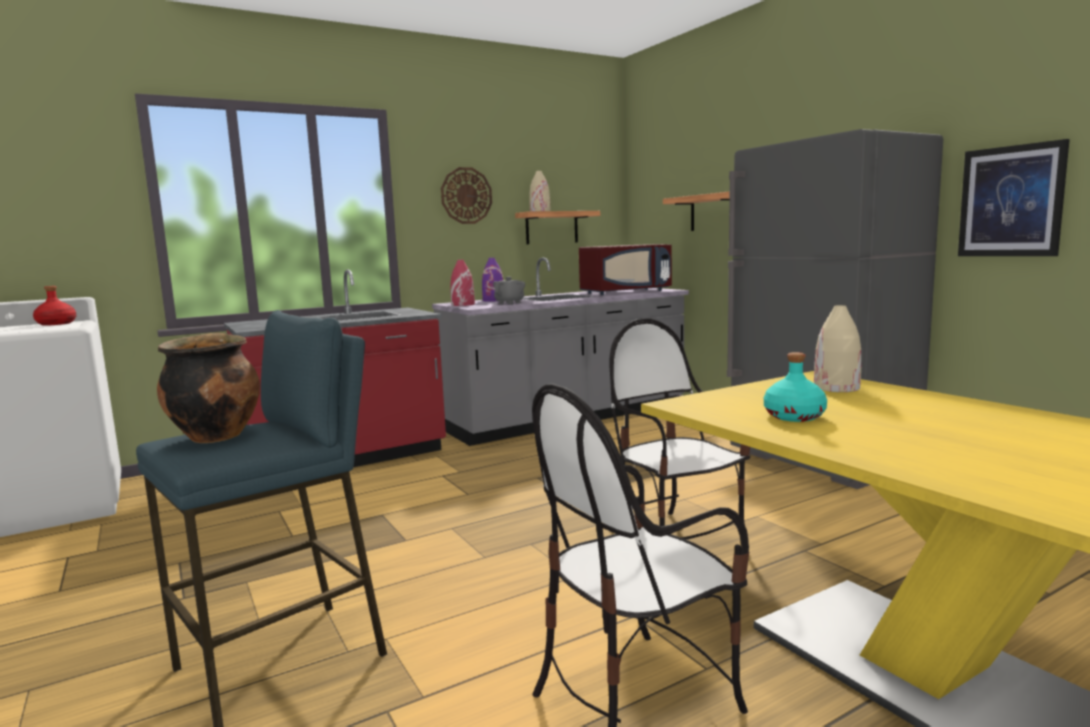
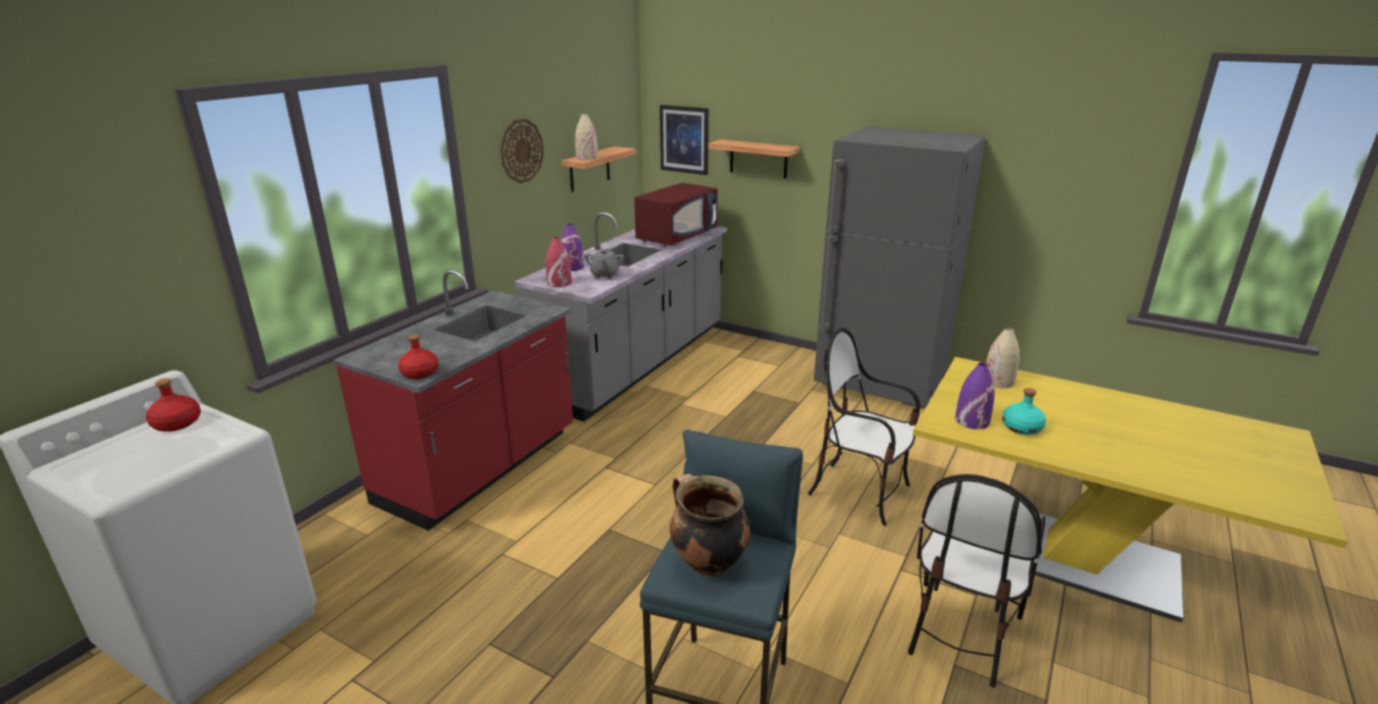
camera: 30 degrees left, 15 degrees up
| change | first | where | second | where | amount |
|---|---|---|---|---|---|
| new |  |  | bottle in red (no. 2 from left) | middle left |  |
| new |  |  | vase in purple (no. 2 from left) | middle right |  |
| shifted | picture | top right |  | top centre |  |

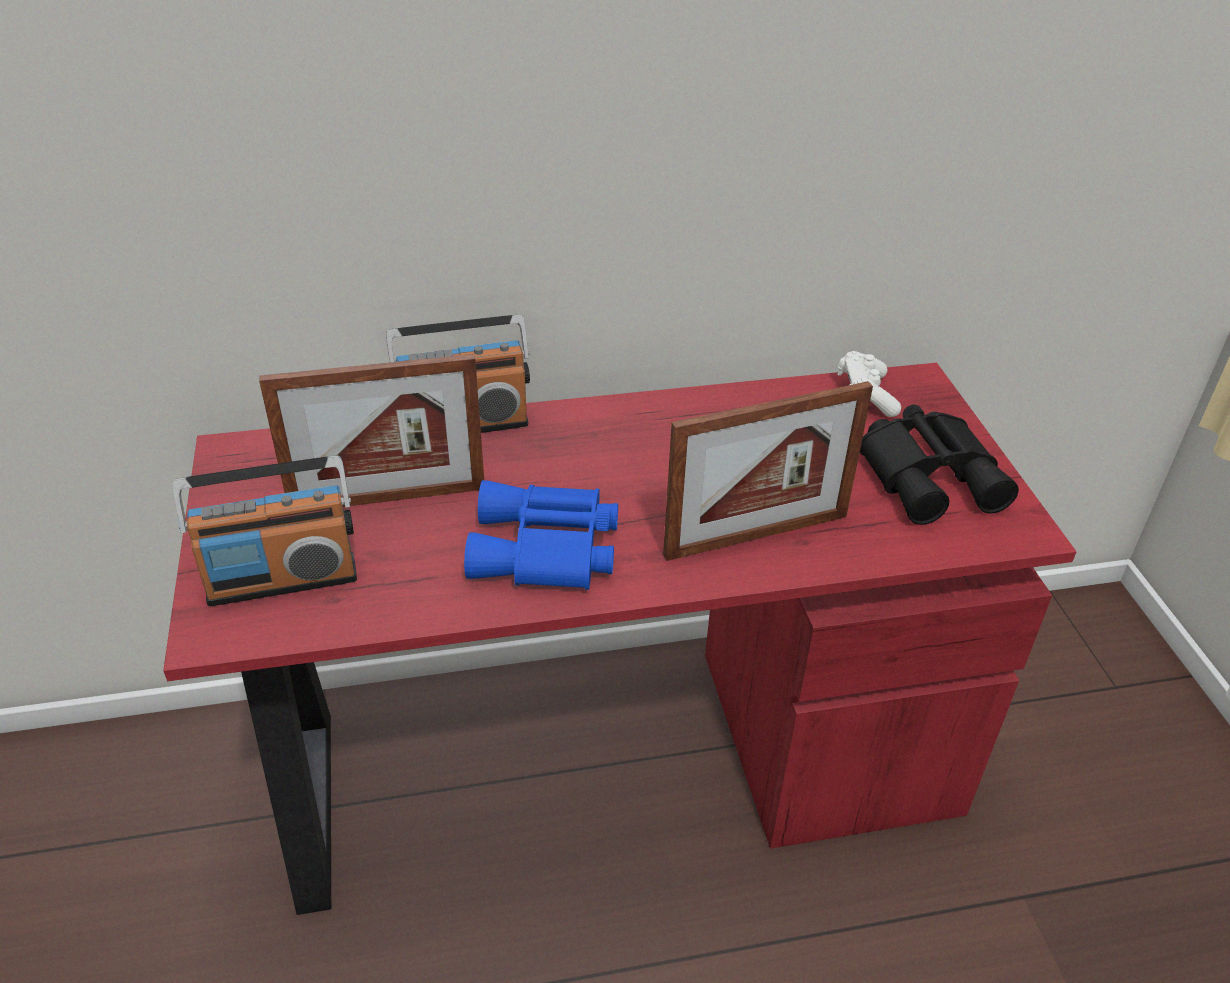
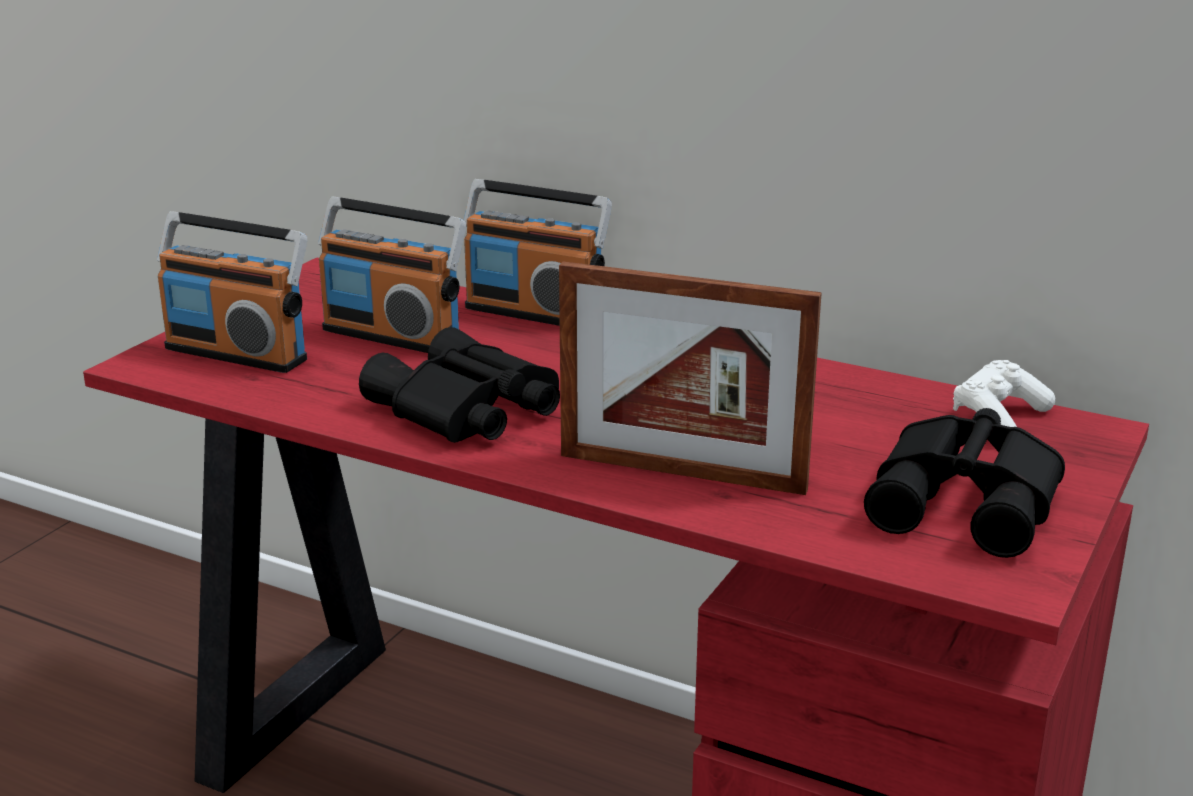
camera: 40 degrees right, 15 degrees down
| change | first | where | second | where | amount |
|---|---|---|---|---|---|
| swapped | picture frame (no. 1 from left) | middle left | radio (no. 2 from left) | middle left |  |
| repainted | binoculars in blue | centre | binoculars in black (no. 1 from left) | centre |  |

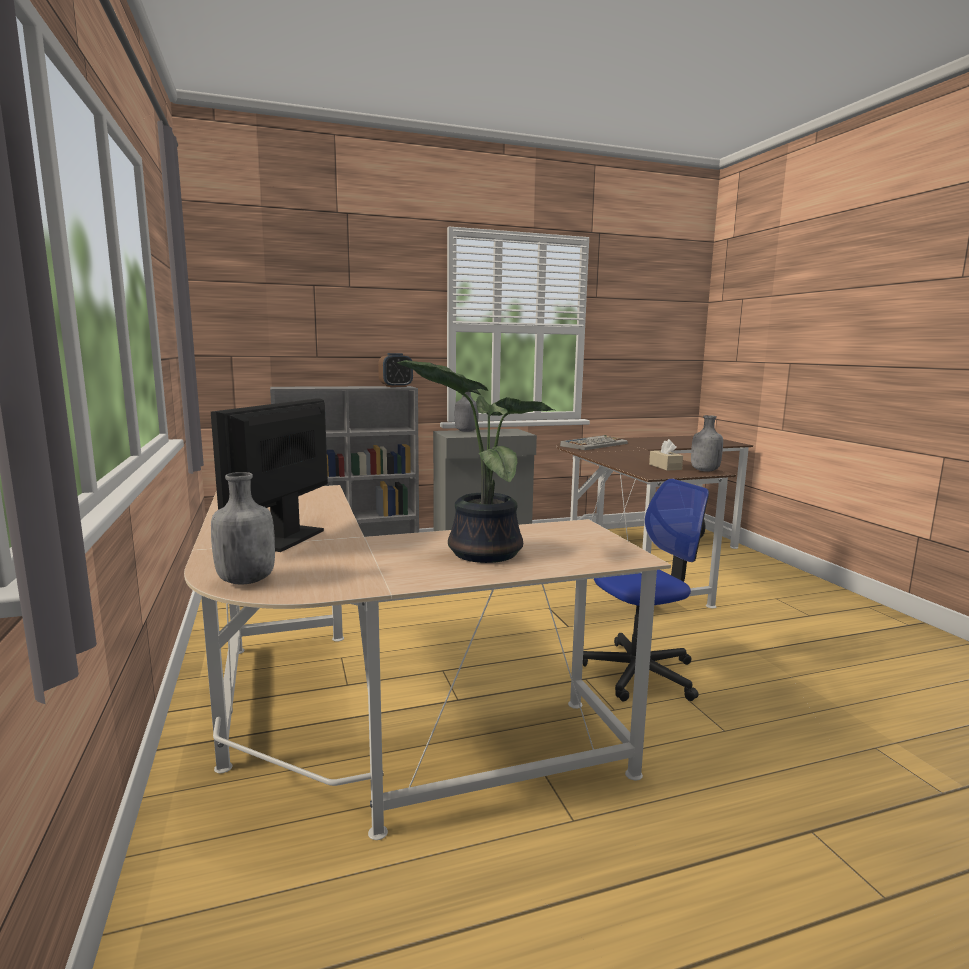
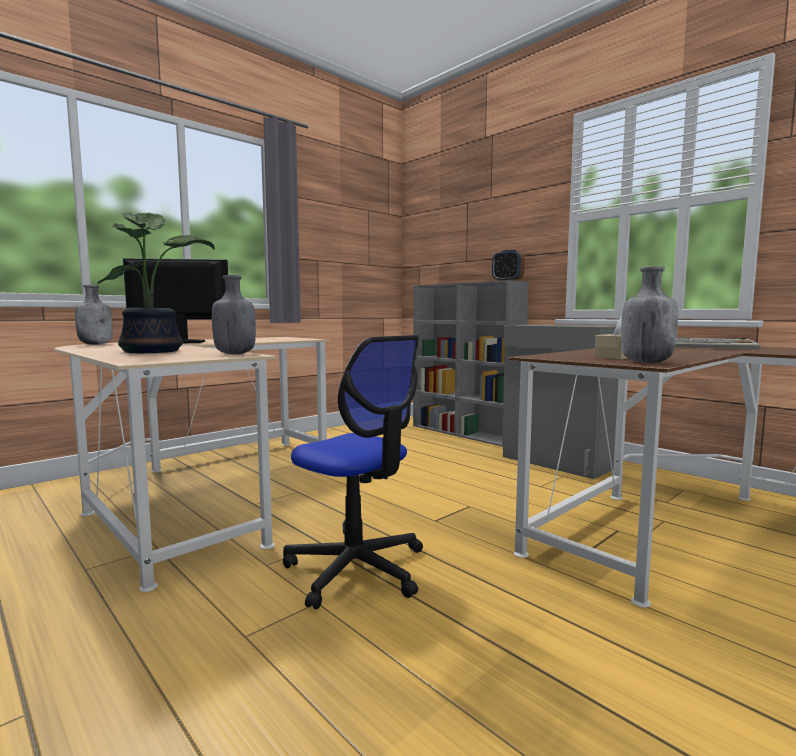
camera: 65 degrees right, 5 degrees down
| change | first | where | second | where | amount |
|---|---|---|---|---|---|
| shifted | bottle in grey (no. 2 from left) | centre |  | middle left |  |

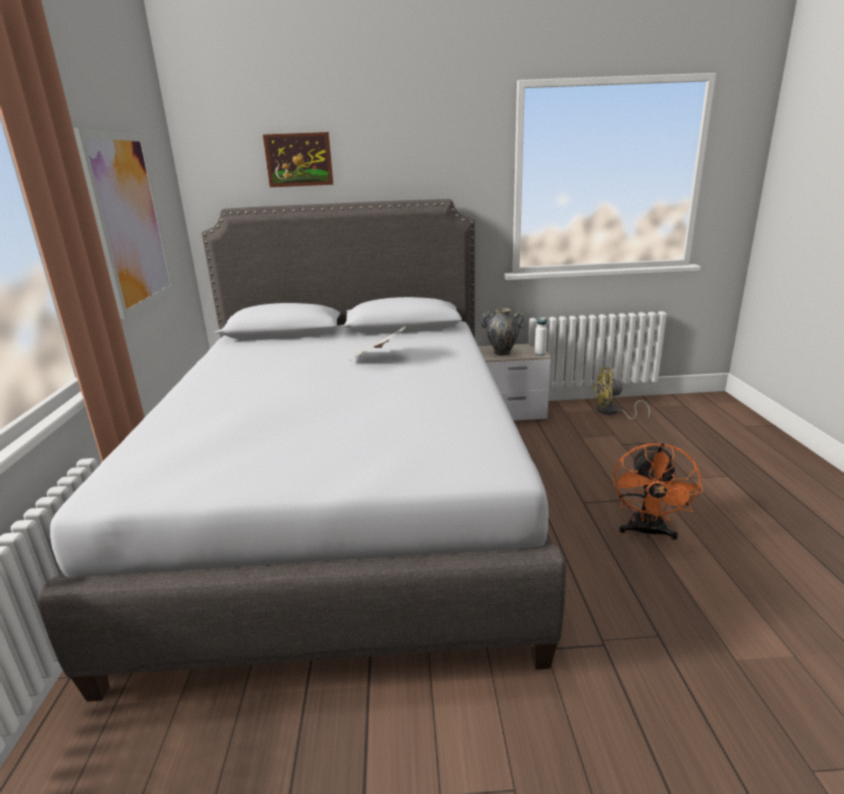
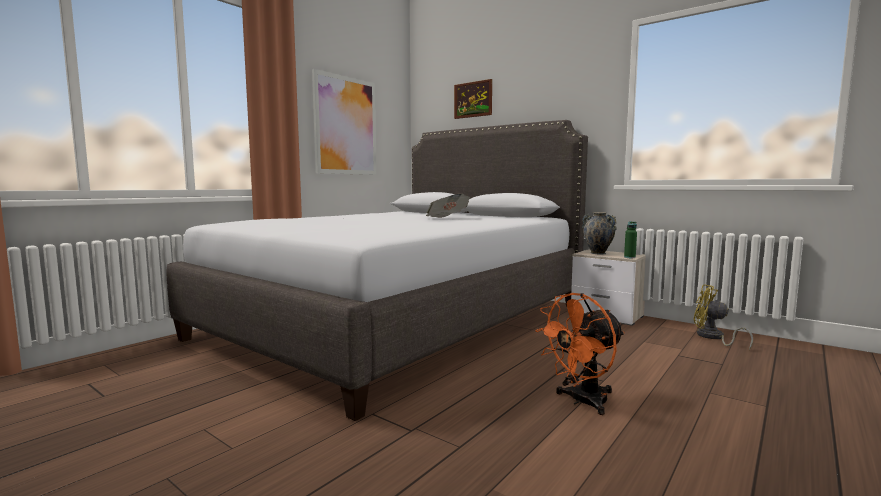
camera: 40 degrees right, 15 degrees down
| change | first | where | second | where | amount |
|---|---|---|---|---|---|
| repainted | bottle in white | centre | bottle in green | middle right |  |

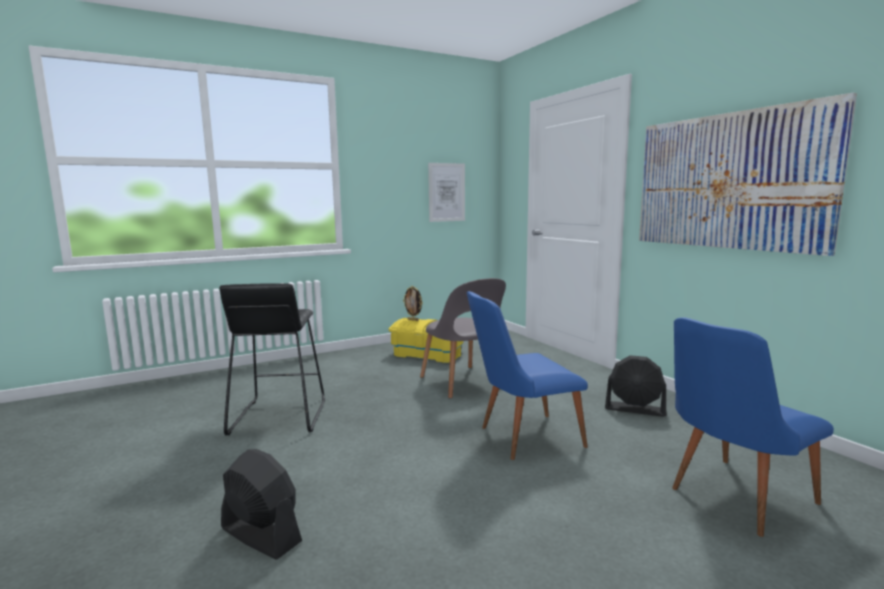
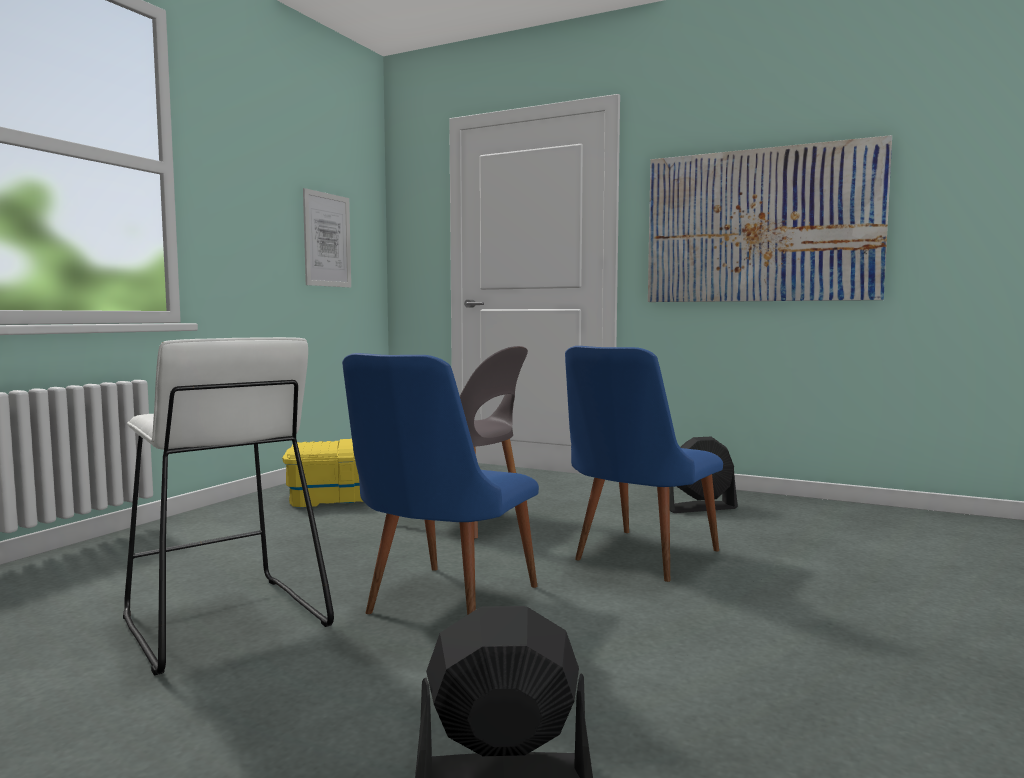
camera: 35 degrees left, 5 degrees down
| change | first | where | second | where | amount |
|---|---|---|---|---|---|
| gone | picture frame | centre |  |  |  |
| shifted | chair in blue (no. 2 from left in the first image) | bottom right | chair in blue (no. 1 from left) | centre |  |
| repainted | stool in black | middle left | stool in white | middle left |  |

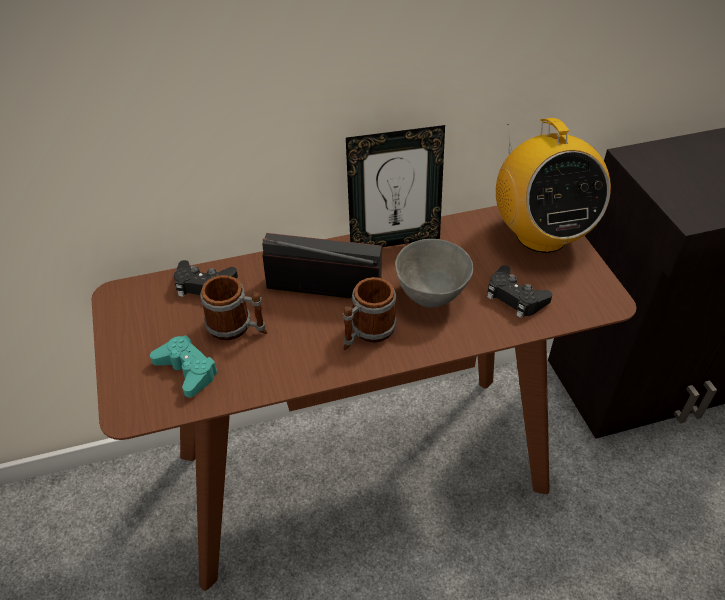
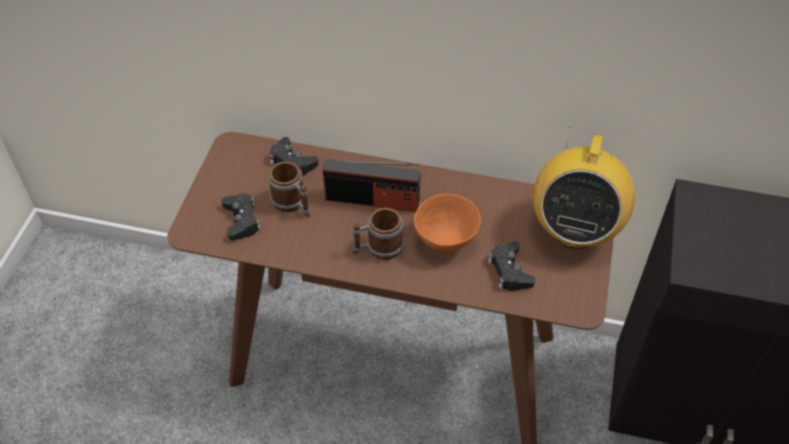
camera: 30 degrees right, 5 degrees up
| change | first | where | second | where | amount |
|---|---|---|---|---|---|
| gone | picture frame | top centre |  |  |  |
| repainted | game controller in turquoise | middle left | game controller in black (no. 1 from left) | middle left |  |
| repainted | bowl in grey | centre | bowl in orange | centre |  |
| rotated | radio (no. 1 from left) | centre |  | centre | 150 degrees clockwise |

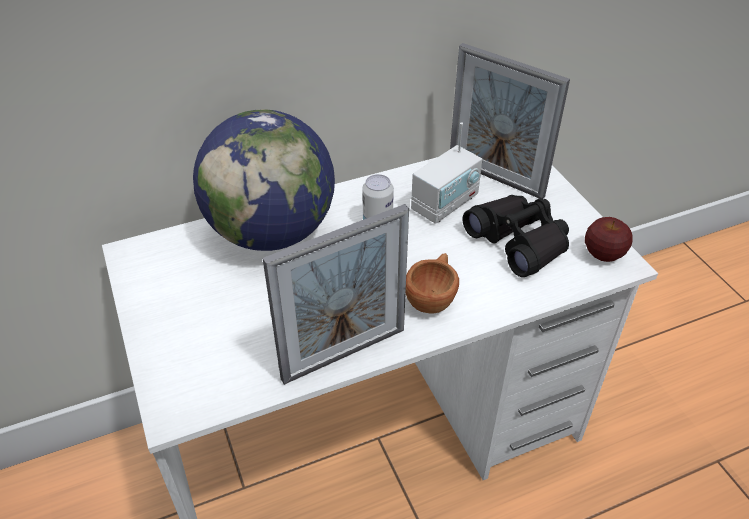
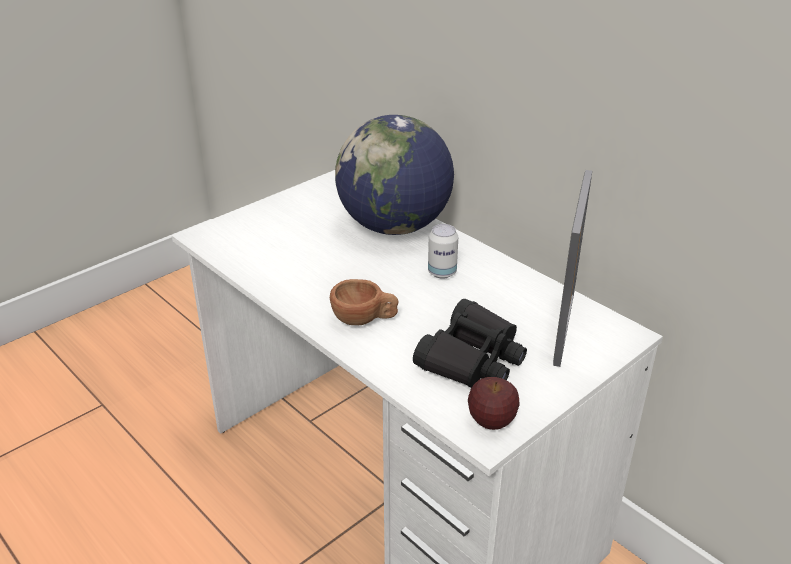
camera: 70 degrees right, 10 degrees down
| change | first | where | second | where | amount |
|---|---|---|---|---|---|
| gone | picture frame (no. 1 from left) | centre |  |  |  |
| gone | radio | centre |  |  |  |

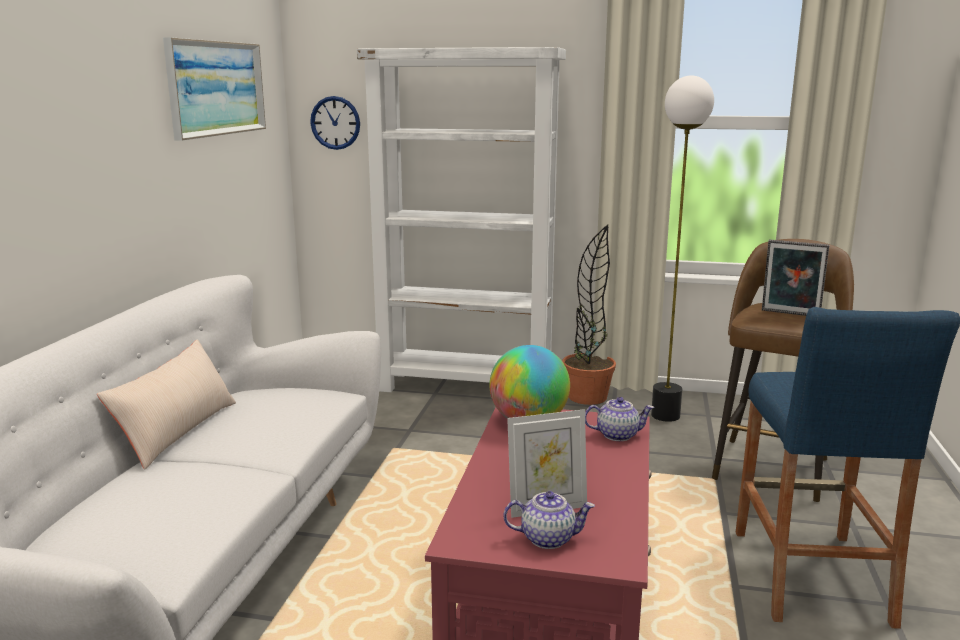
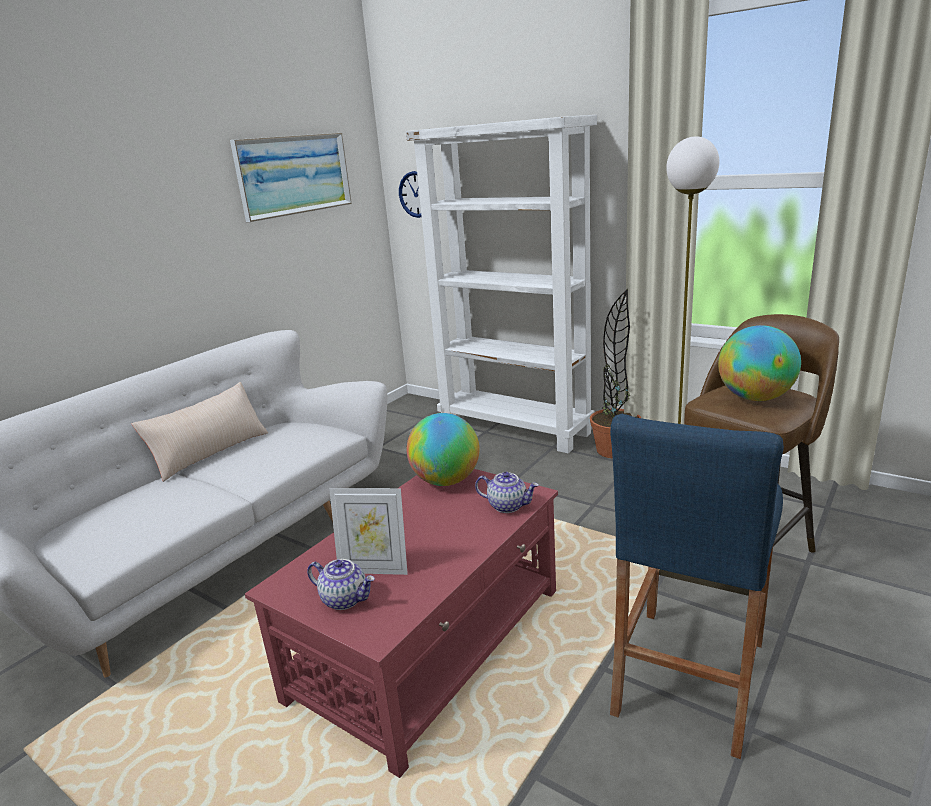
camera: 25 degrees right, 5 degrees up
| change | first | where | second | where | amount |
|---|---|---|---|---|---|
| swapped | picture frame (no. 2 from left) | middle right | globe (no. 2 from left) | middle right |  |

